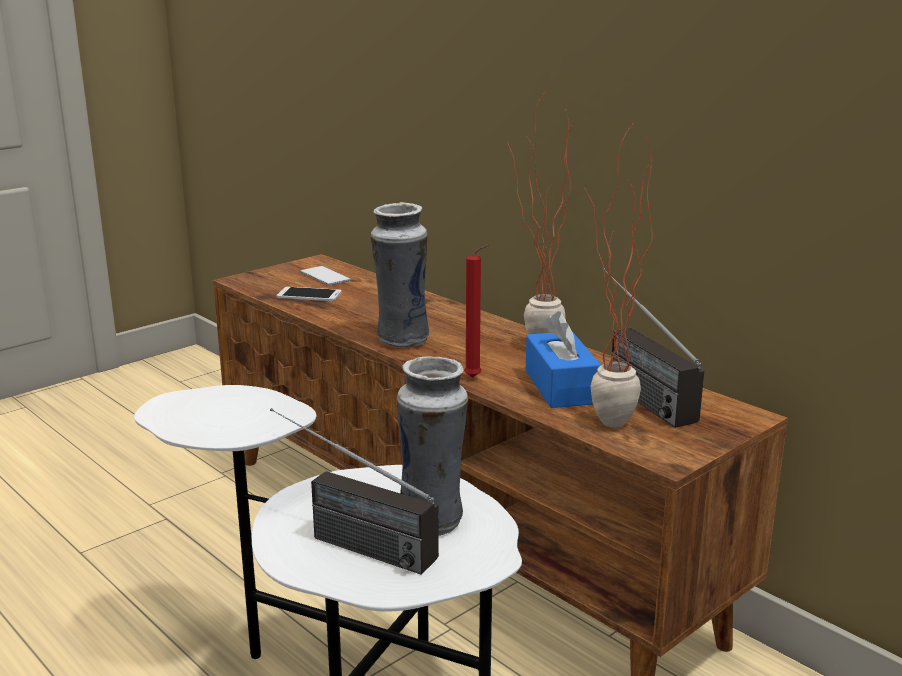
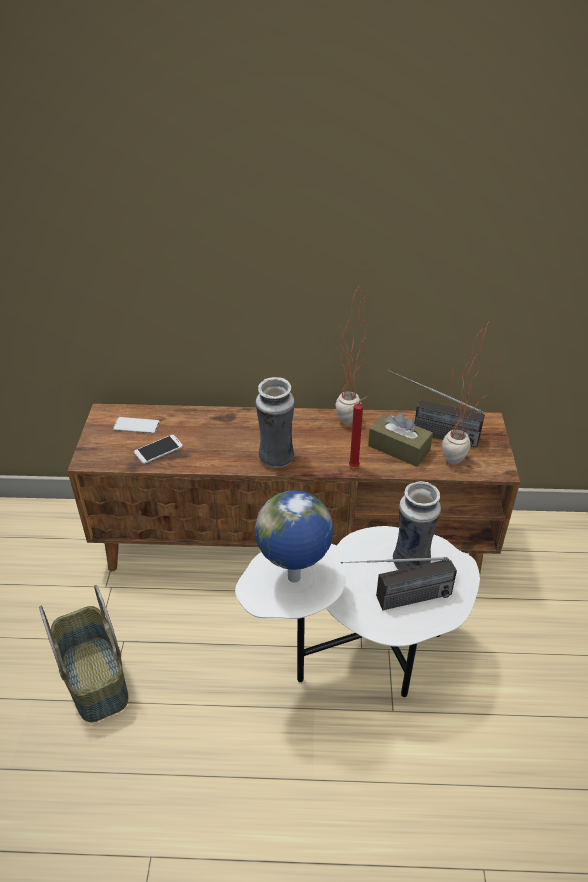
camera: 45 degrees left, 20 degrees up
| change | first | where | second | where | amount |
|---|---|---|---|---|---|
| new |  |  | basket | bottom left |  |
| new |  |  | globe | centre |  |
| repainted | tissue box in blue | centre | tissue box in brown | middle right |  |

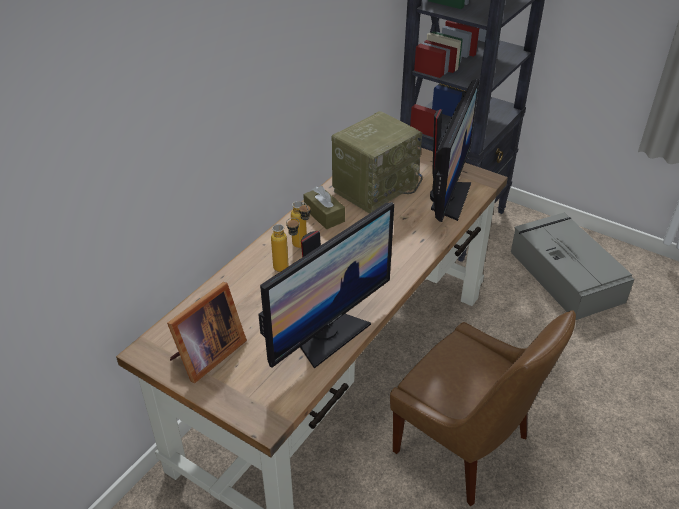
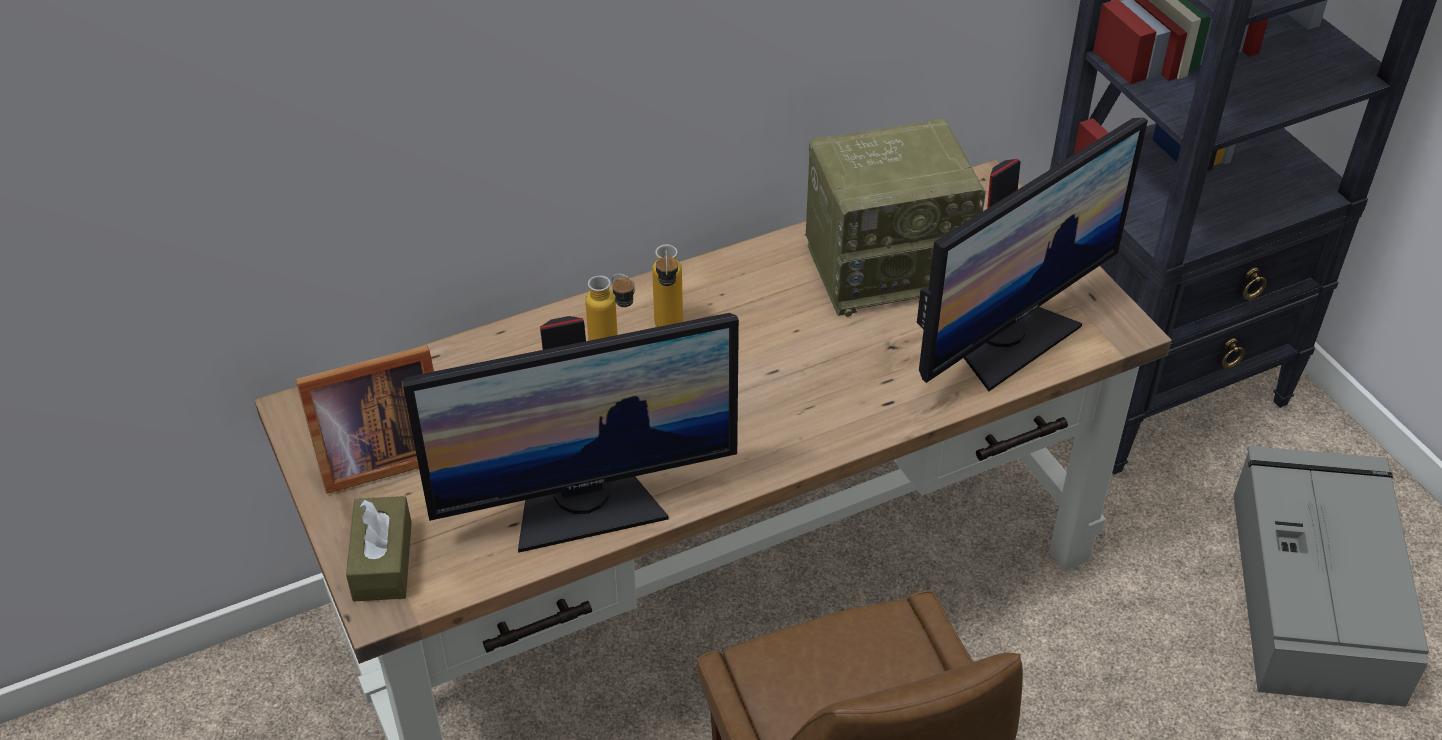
camera: 30 degrees right, 5 degrees up
| change | first | where | second | where | amount |
|---|---|---|---|---|---|
| shifted | tissue box in brown | centre |  | bottom left |  |

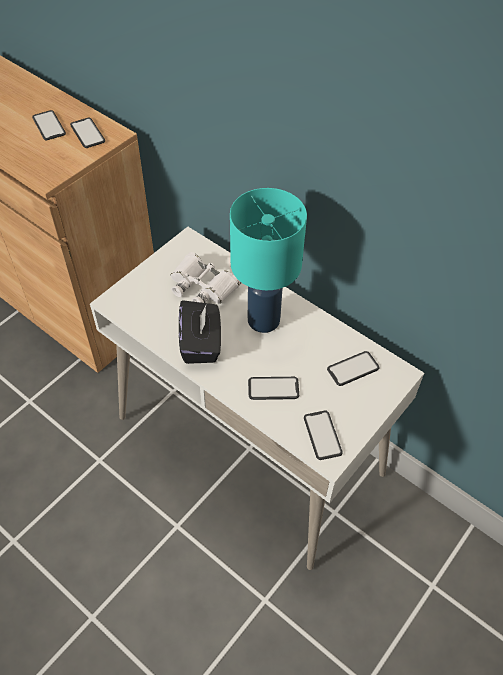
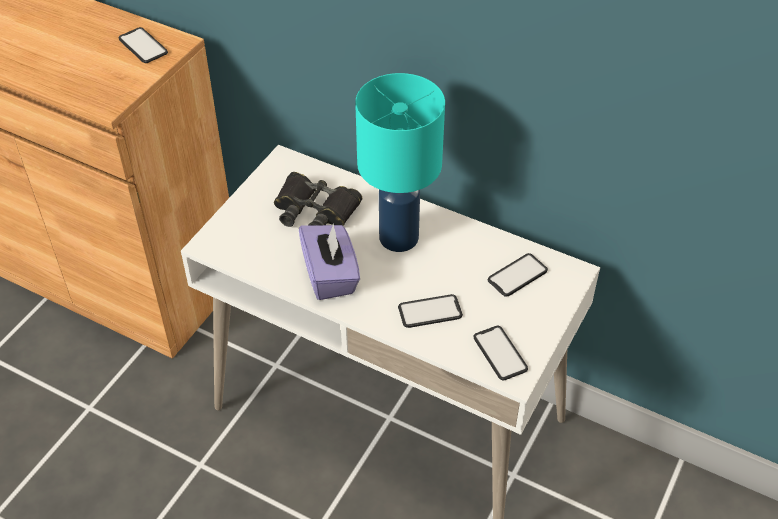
camera: 10 degrees left, 5 degrees down
| change | first | where | second | where | amount |
|---|---|---|---|---|---|
| gone | phone (no. 1 from left) | top left |  |  |  |
| repainted | binoculars in white | centre | binoculars in black | centre |  |
| repainted | tissue box in black | centre | tissue box in purple | centre |  |

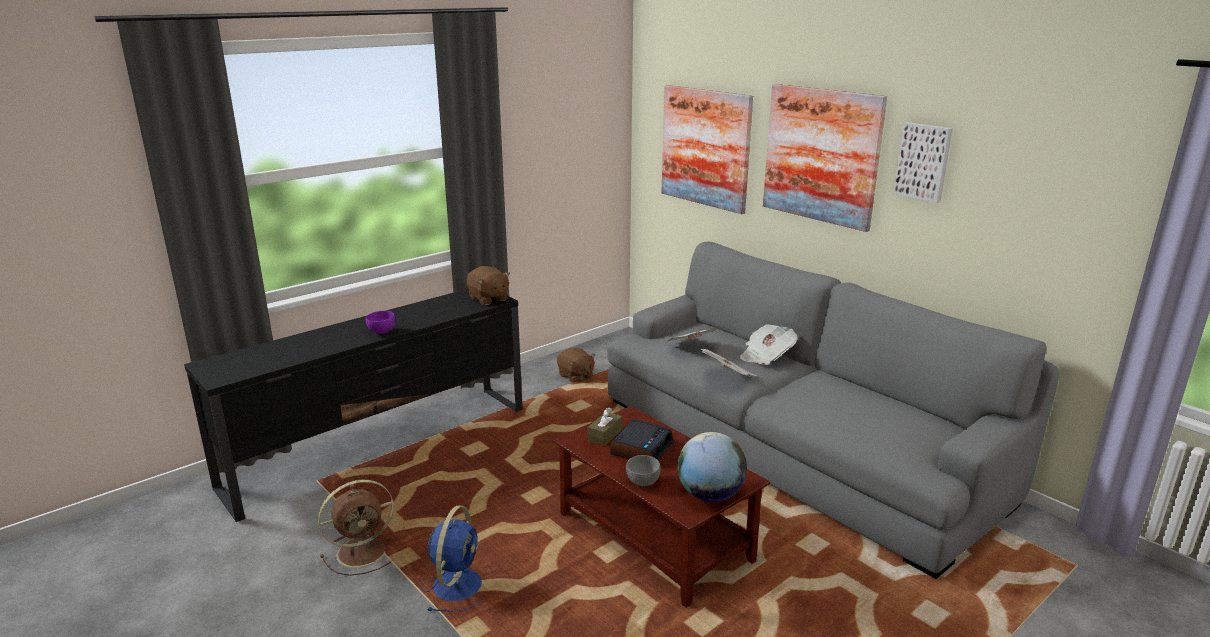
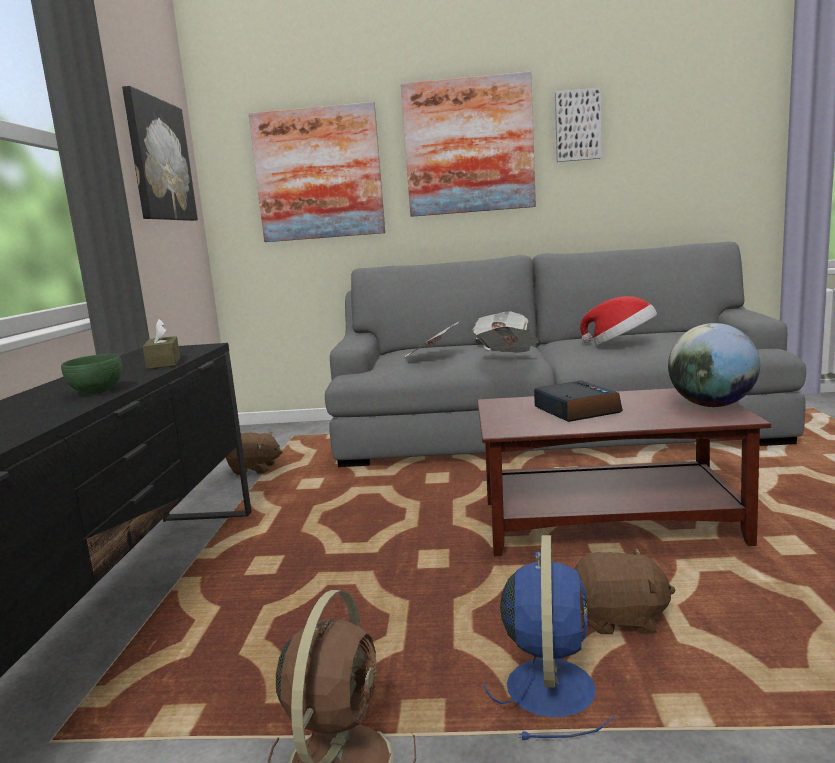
camera: 45 degrees left, 10 degrees down
| change | first | where | second | where | amount |
|---|---|---|---|---|---|
| gone | bowl in grey | bottom centre |  |  |  |
| new |  |  | picture (no. 1 from left) | top left |  |
| new |  |  | hat | middle right |  |
| shifted | plush toy in brown (no. 1 from left in the first image) | centre | plush toy in brown (no. 2 from left) | bottom right |  |
| shifted | tissue box in brown | bottom centre |  | middle left |  |
| repainted | bowl in purple | middle left | bowl in green | middle left |  |
| rotated | fan in blue | bottom centre |  | bottom centre | 45 degrees clockwise |

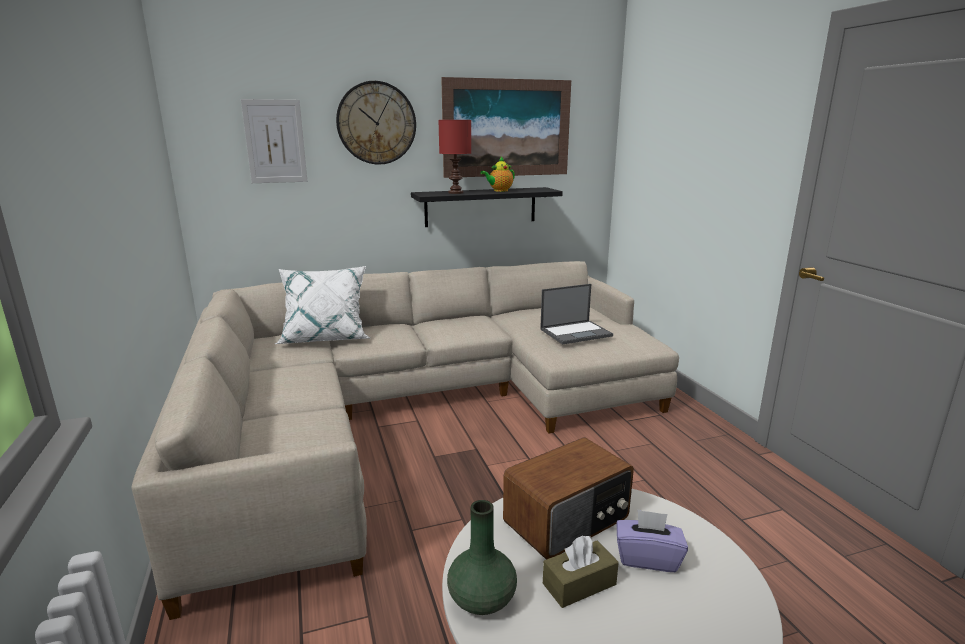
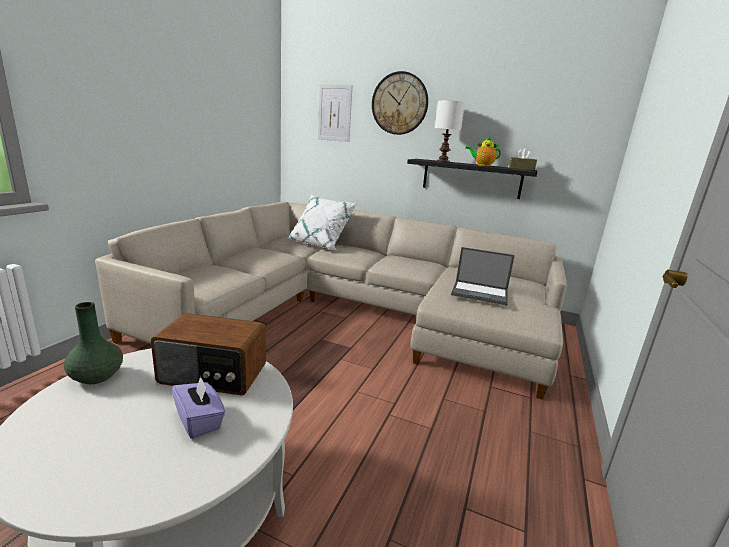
camera: 40 degrees right, 0 degrees up
| change | first | where | second | where | amount |
|---|---|---|---|---|---|
| gone | picture (no. 2 from left) | top centre |  |  |  |
| shifted | tissue box in brown | bottom centre |  | top right |  |
| repainted | table lamp in red | top centre | table lamp in white | top centre |  |

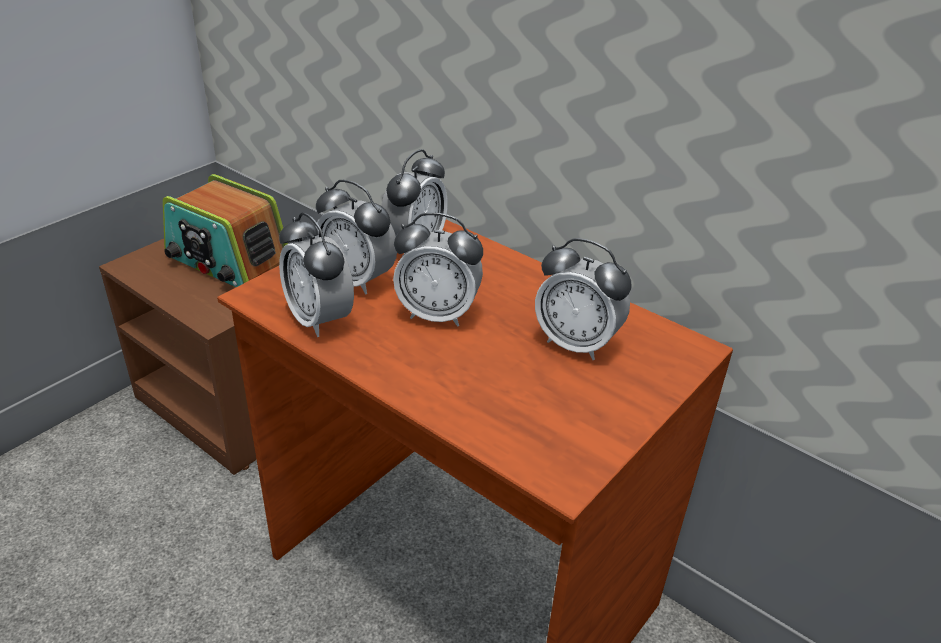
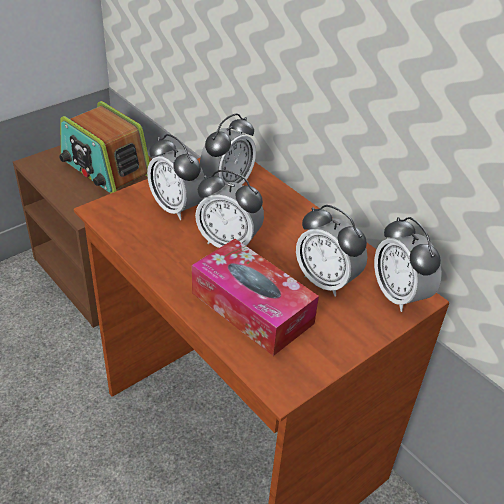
camera: 10 degrees right, 5 degrees up
| change | first | where | second | where | amount |
|---|---|---|---|---|---|
| new |  |  | tissue box | centre |  |
| shifted | alarm clock (no. 1 from left in the first image) | centre | alarm clock (no. 5 from left) | middle right |  |

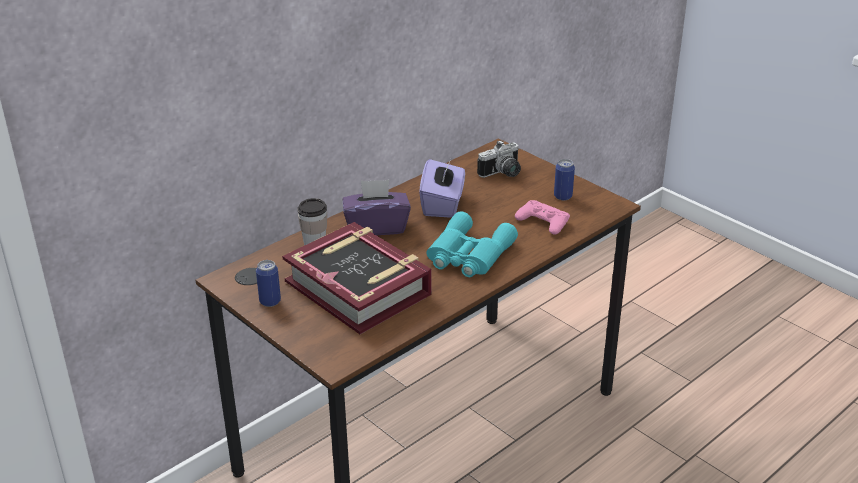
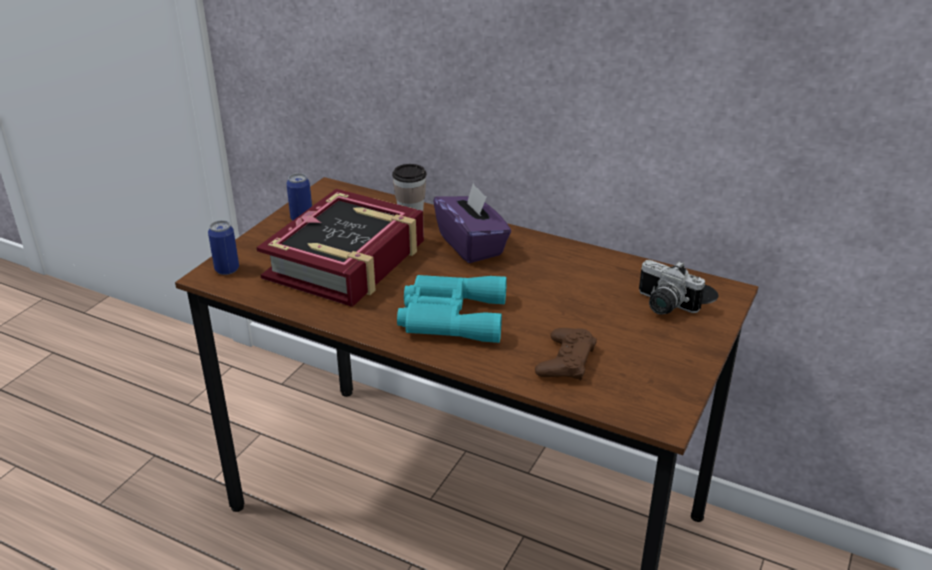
camera: 70 degrees right, 0 degrees up
| change | first | where | second | where | amount |
|---|---|---|---|---|---|
| gone | tissue box in purple (no. 2 from left) | centre |  |  |  |
| shifted | can (no. 2 from left in the first image) | centre | can (no. 1 from left) | middle left |  |
| repainted | game controller in pink | centre | game controller in brown | centre |  |

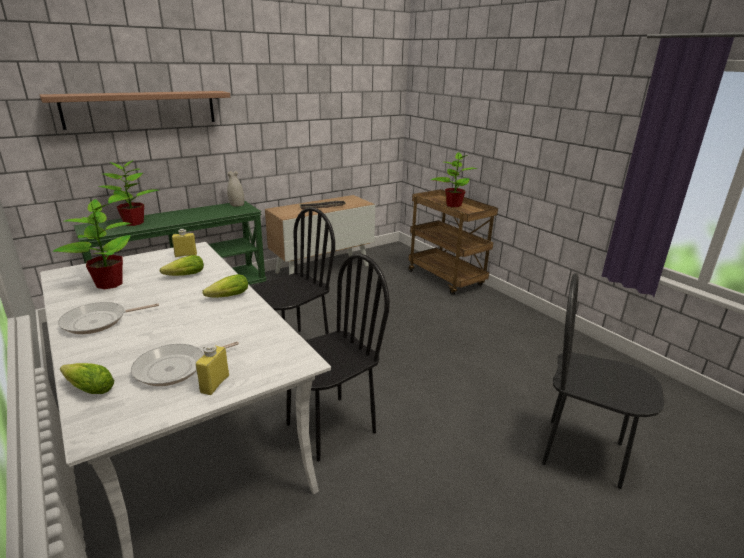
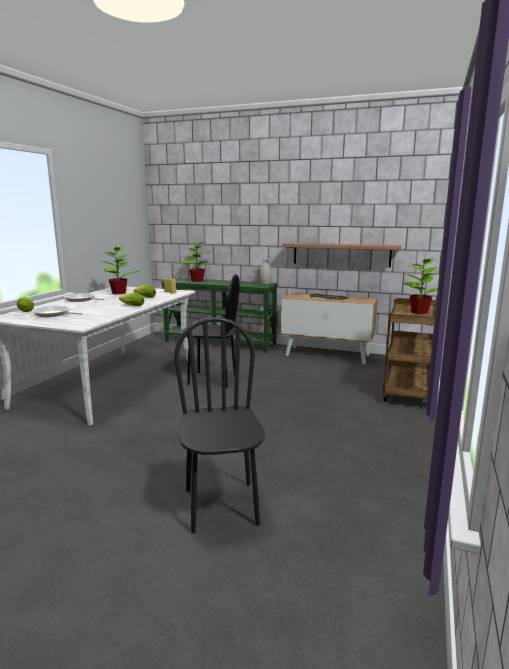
camera: 55 degrees right, 10 degrees down
| change | first | where | second | where | amount |
|---|---|---|---|---|---|
| gone | bottle in yellow (no. 2 from left) | middle left |  |  |  |
| gone | chair in black (no. 2 from left) | centre |  |  |  |
| shifted | shelf | top left |  | middle right |  |

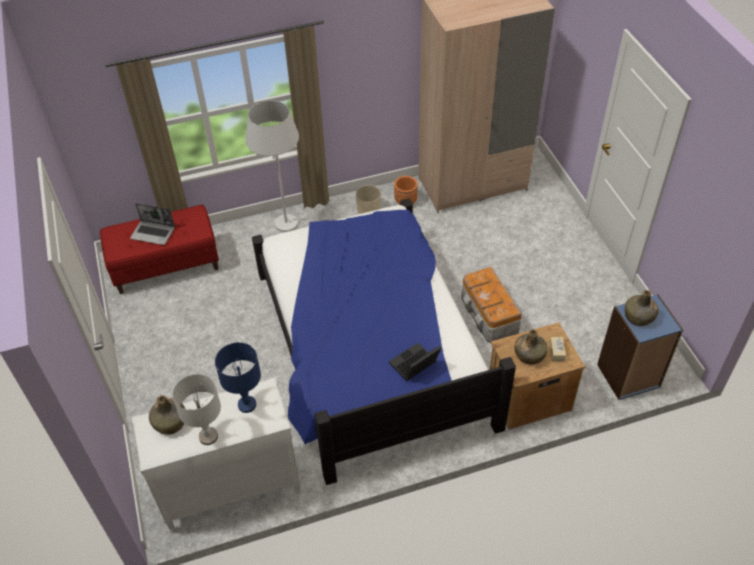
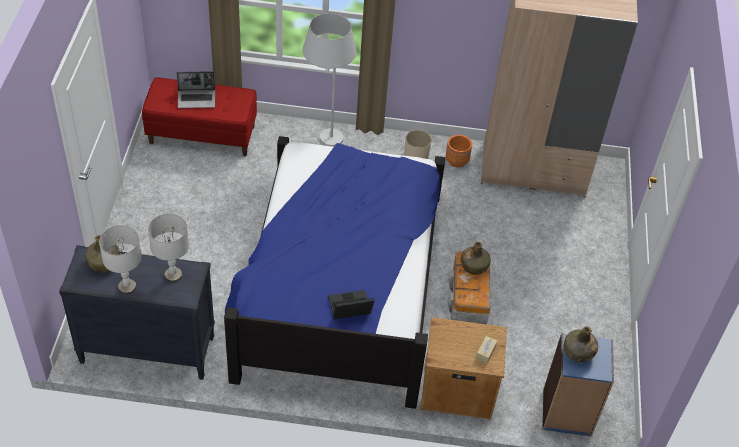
camera: 20 degrees right, 0 degrees up
| change | first | where | second | where | amount |
|---|---|---|---|---|---|
| shifted | bottle in green (no. 2 from left) | middle right |  | centre |  |
| repainted | dresser in white | bottom left | dresser in black | bottom left |  |
| repainted | table lamp in blue | bottom left | table lamp in grey (no. 2 from left) | middle left |  |
| rotated | laptop (no. 1 from left) | middle left |  | top left | 45 degrees counterclockwise |

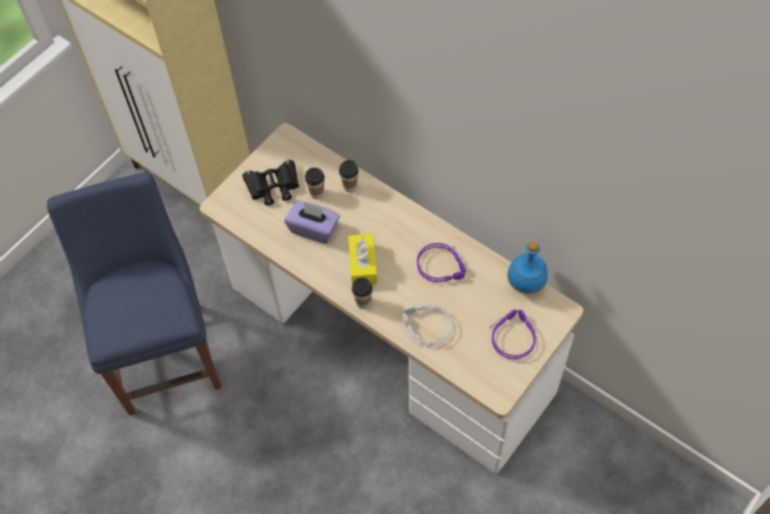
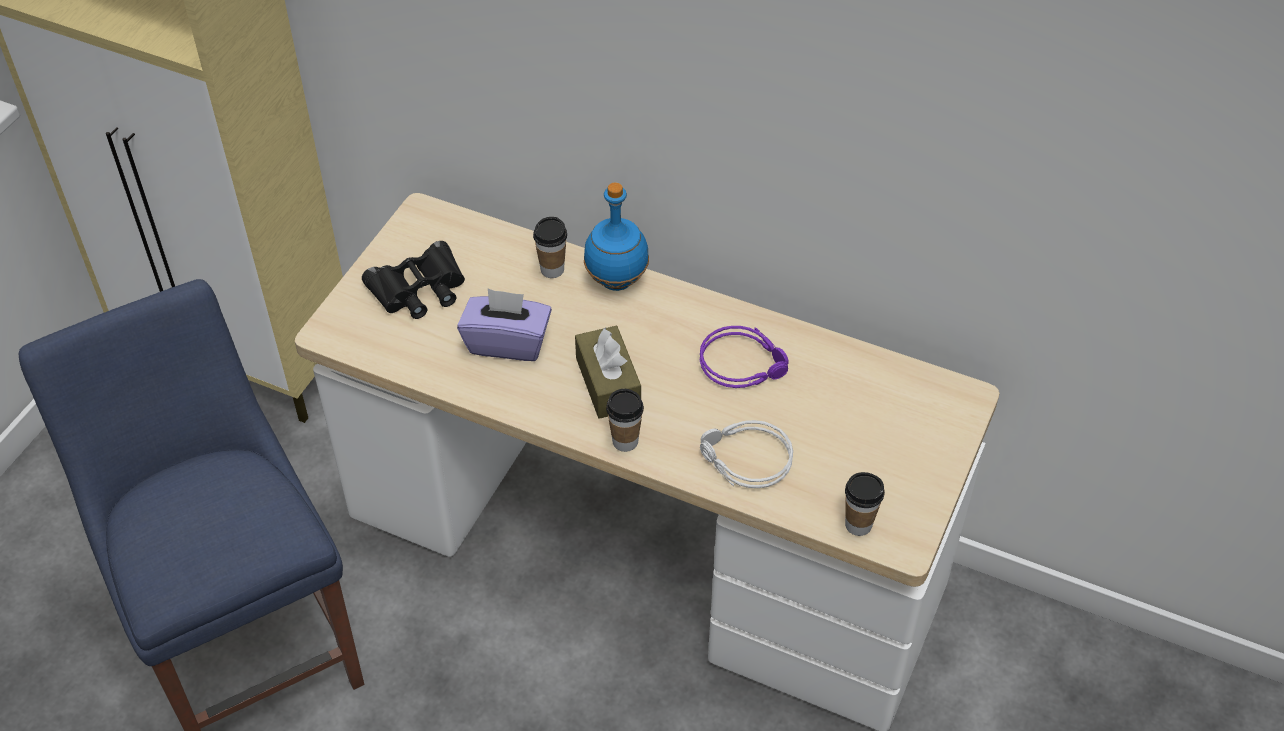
camera: 15 degrees left, 10 degrees down
| change | first | where | second | where | amount |
|---|---|---|---|---|---|
| gone | headphones in purple (no. 2 from left) | centre |  |  |  |
| shifted | cup (no. 1 from left in the first image) | centre | cup (no. 3 from left) | bottom right |  |
| shifted | bottle in blue | middle right |  | top centre |  |
| repainted | tissue box in yellow | centre | tissue box in brown | centre |  |

